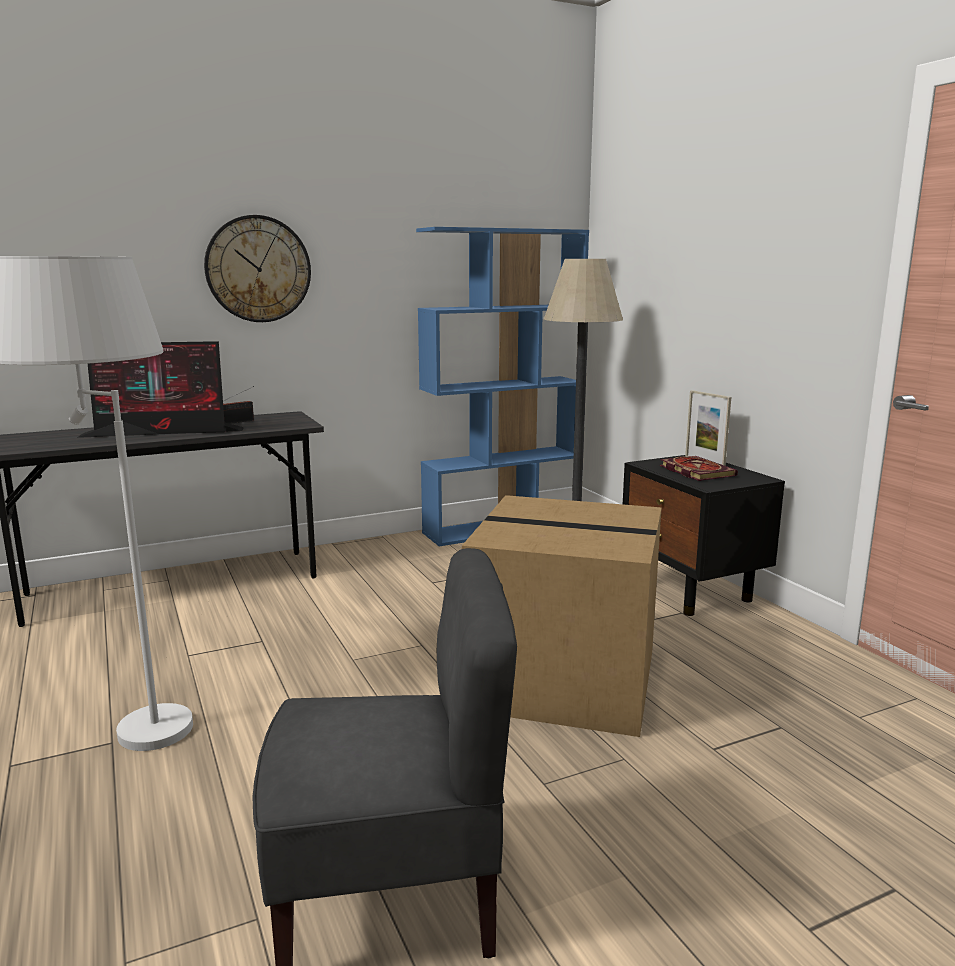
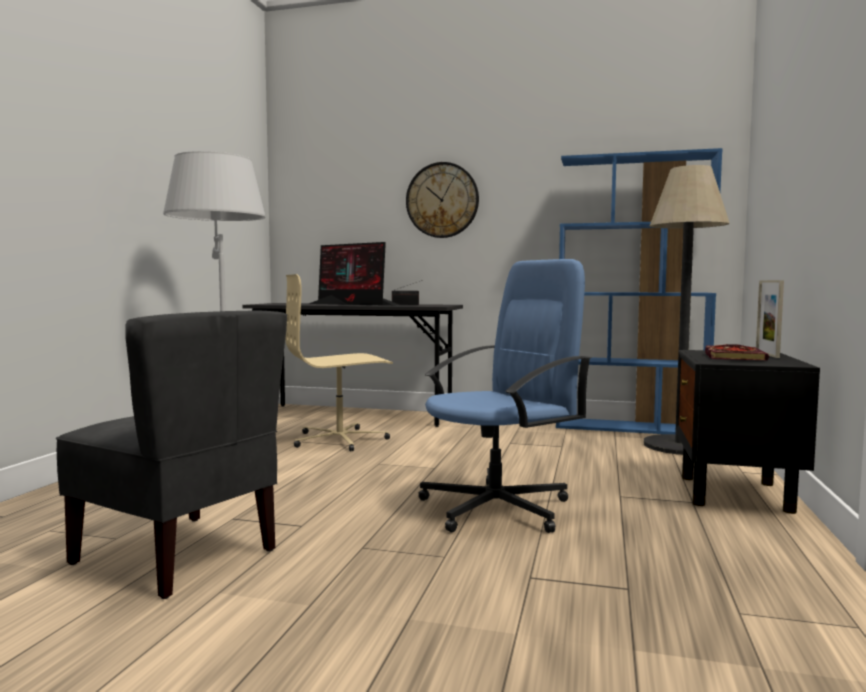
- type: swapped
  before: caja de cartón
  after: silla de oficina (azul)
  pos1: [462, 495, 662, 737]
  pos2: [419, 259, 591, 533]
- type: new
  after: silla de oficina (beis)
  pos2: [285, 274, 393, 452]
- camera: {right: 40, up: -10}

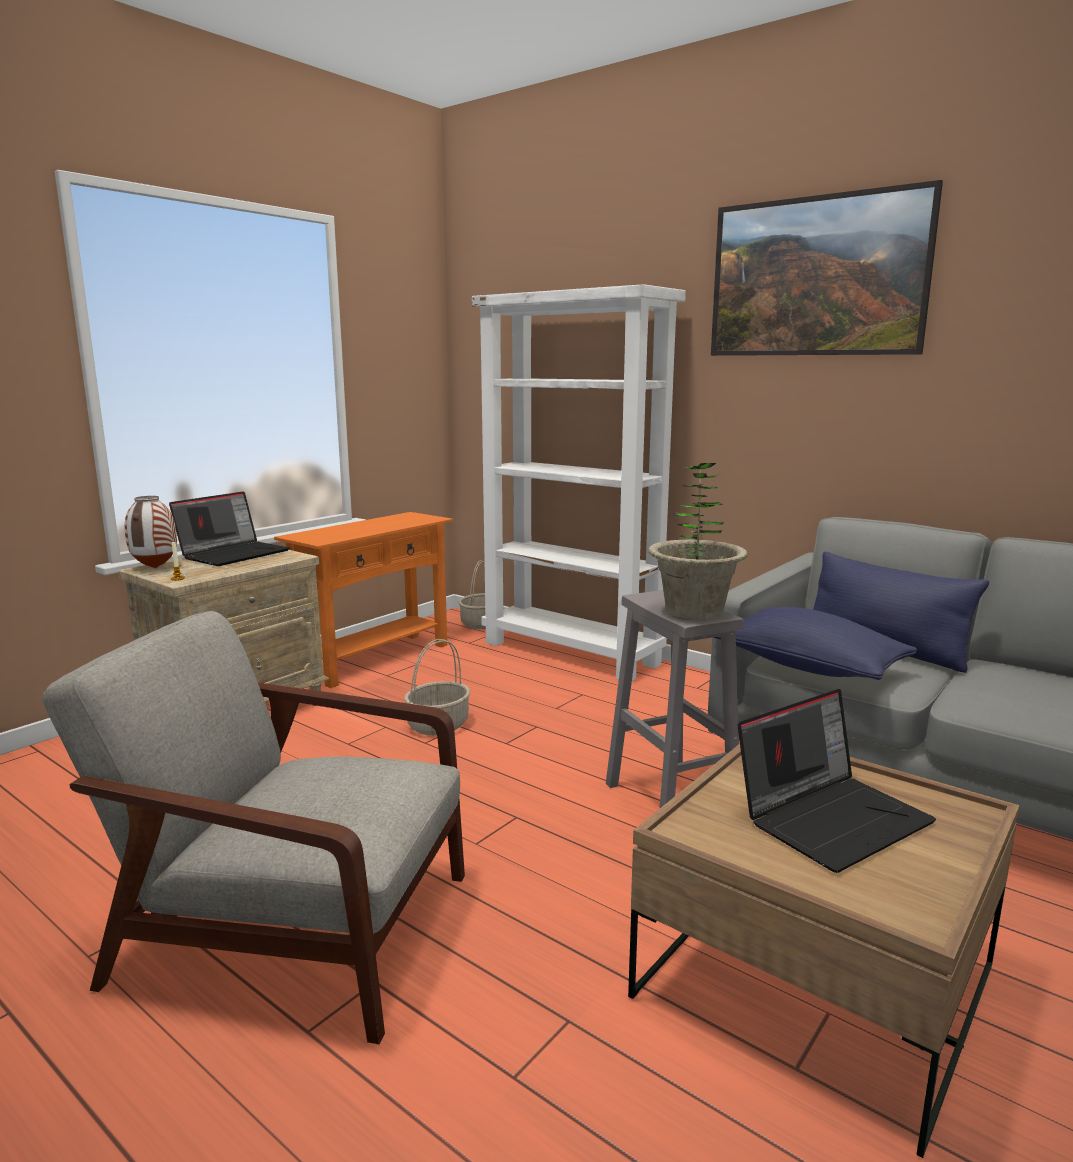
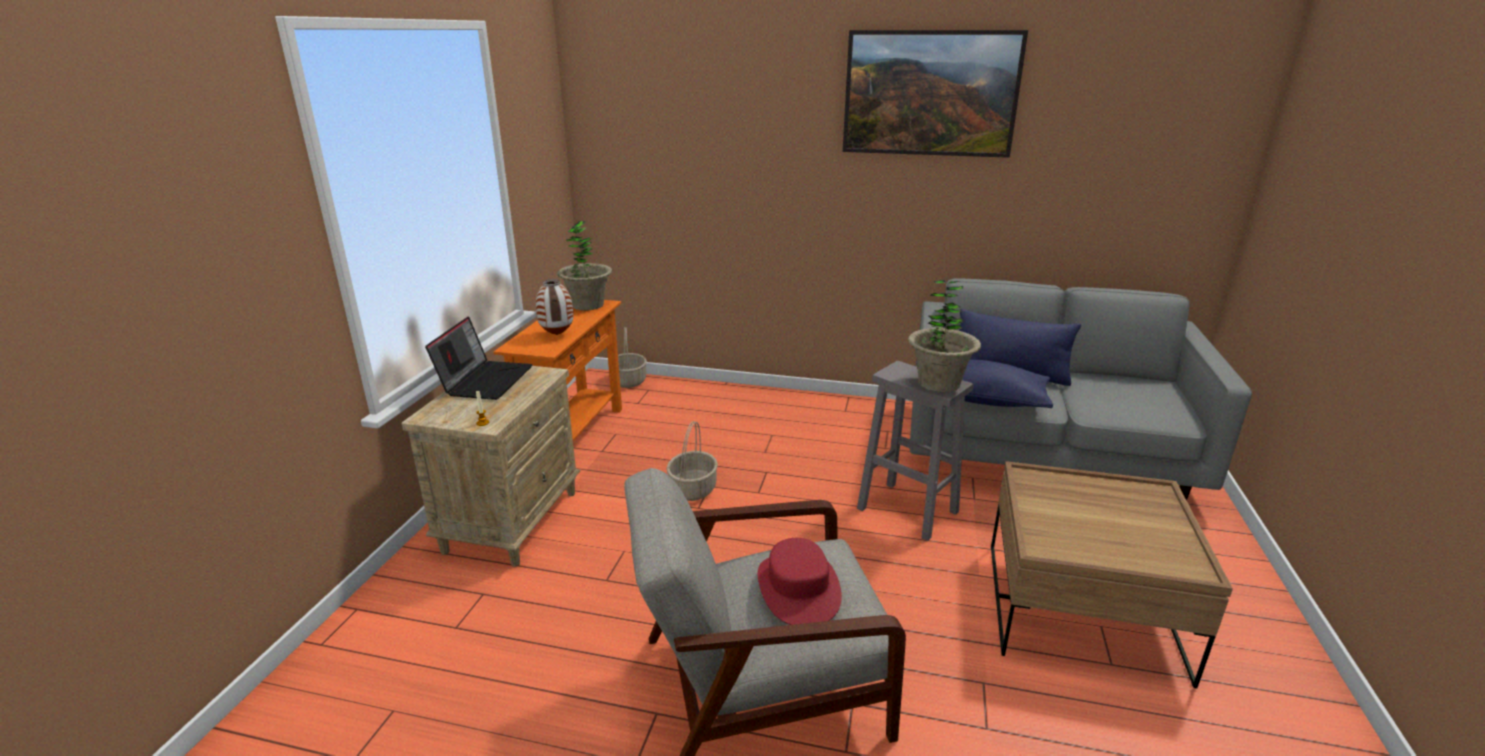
- type: gone
  before: estantería (blanco)
  pos1: [472, 284, 686, 681]
- type: shifted
  before: florero
  pos1: [125, 496, 177, 568]
  pos2: [535, 279, 573, 335]
- type: gone
  before: portátil
  pos1: [737, 689, 936, 873]
- type: new
  after: planta en maceta
  pos2: [557, 221, 612, 311]
- type: new
  after: sombrero (rojo)
  pos2: [758, 538, 842, 625]
- camera: {right: -25, up: 10}

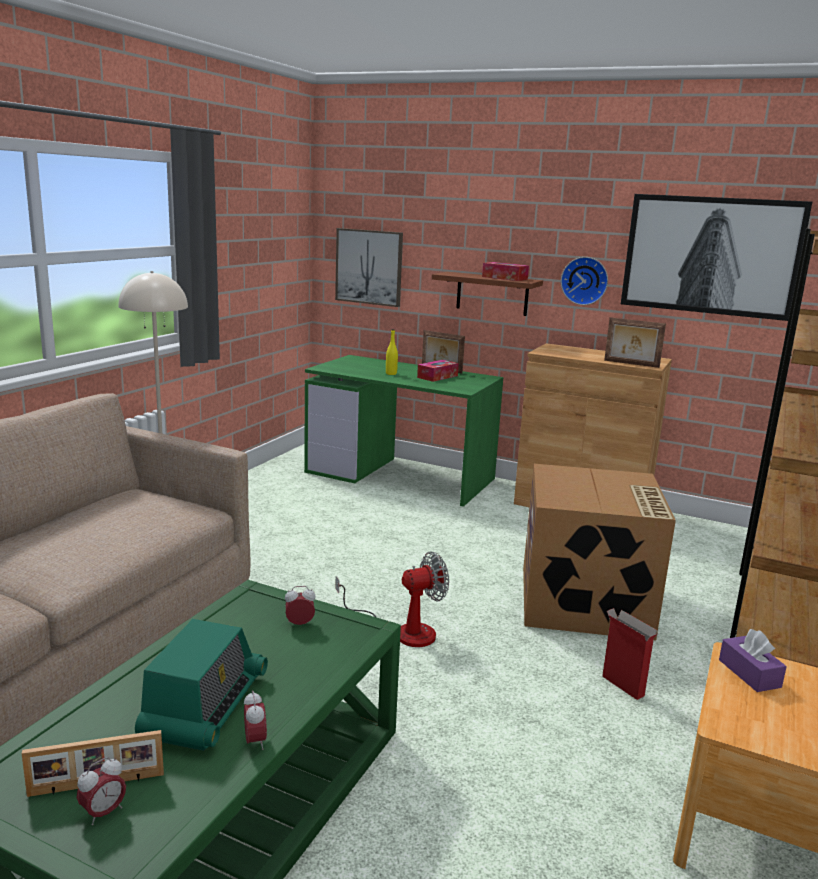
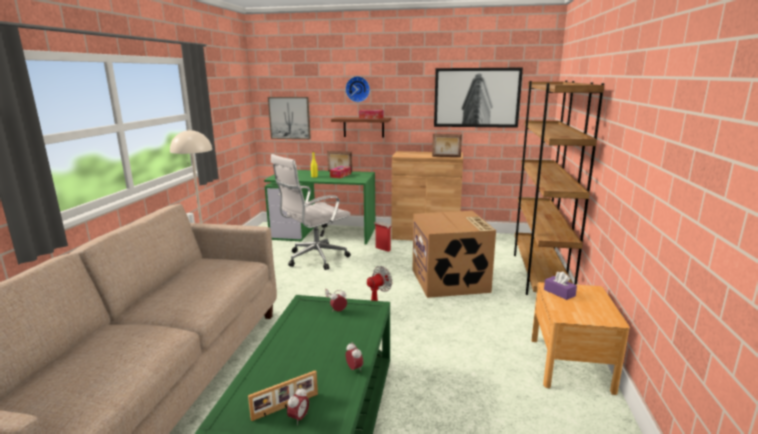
- type: shifted
  before: reloj de pared
  pos1: [561, 257, 608, 305]
  pos2: [345, 76, 370, 102]
- type: shifted
  before: caja de cartón
  pos1: [602, 608, 658, 700]
  pos2: [374, 222, 391, 252]
- type: gone
  before: radio
  pos1: [135, 619, 268, 751]
- type: new
  after: silla de oficina (blanco)
  pos2: [271, 154, 351, 270]
- camera: {right: -15, up: 0}

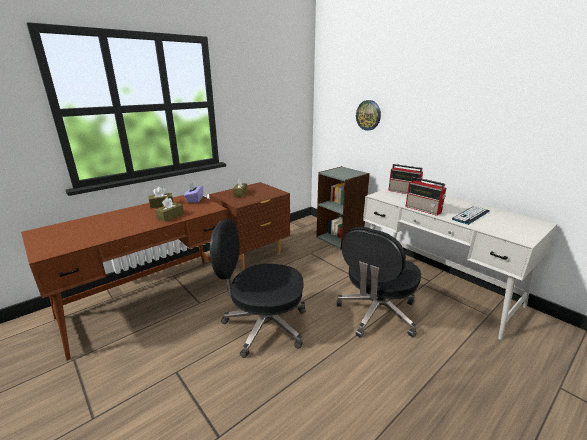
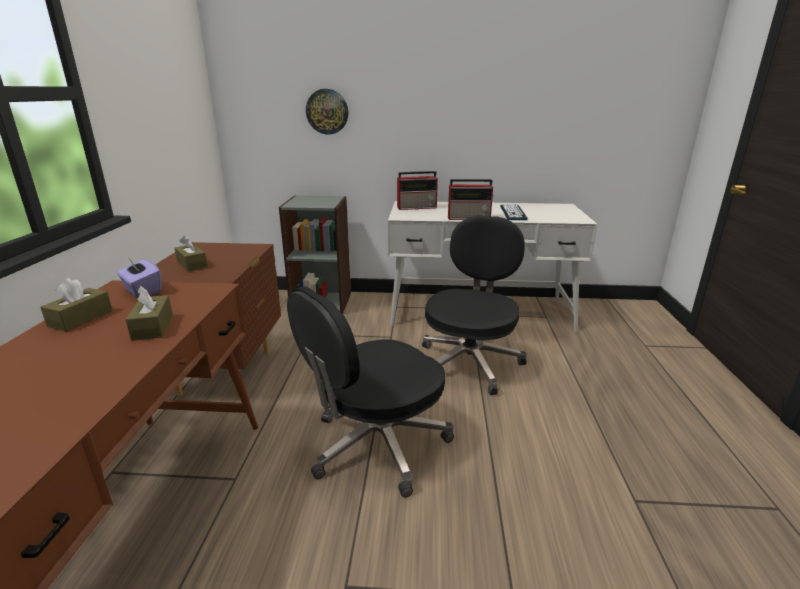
- type: rotated
  before: silla de oficina (negro)
  pos1: [336, 227, 421, 338]
  pos2: [422, 215, 527, 395]
  turn: -150
- camera: {right: -45, up: 0}

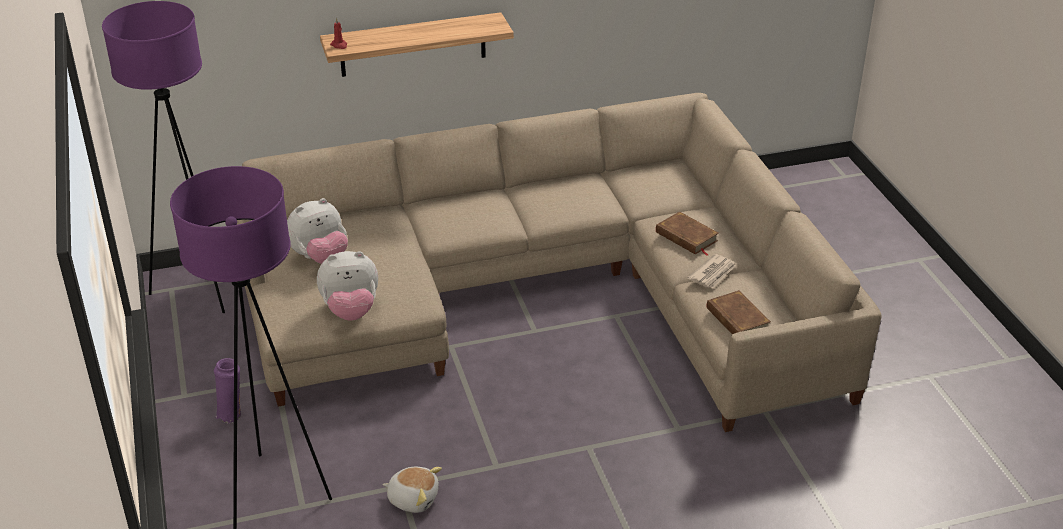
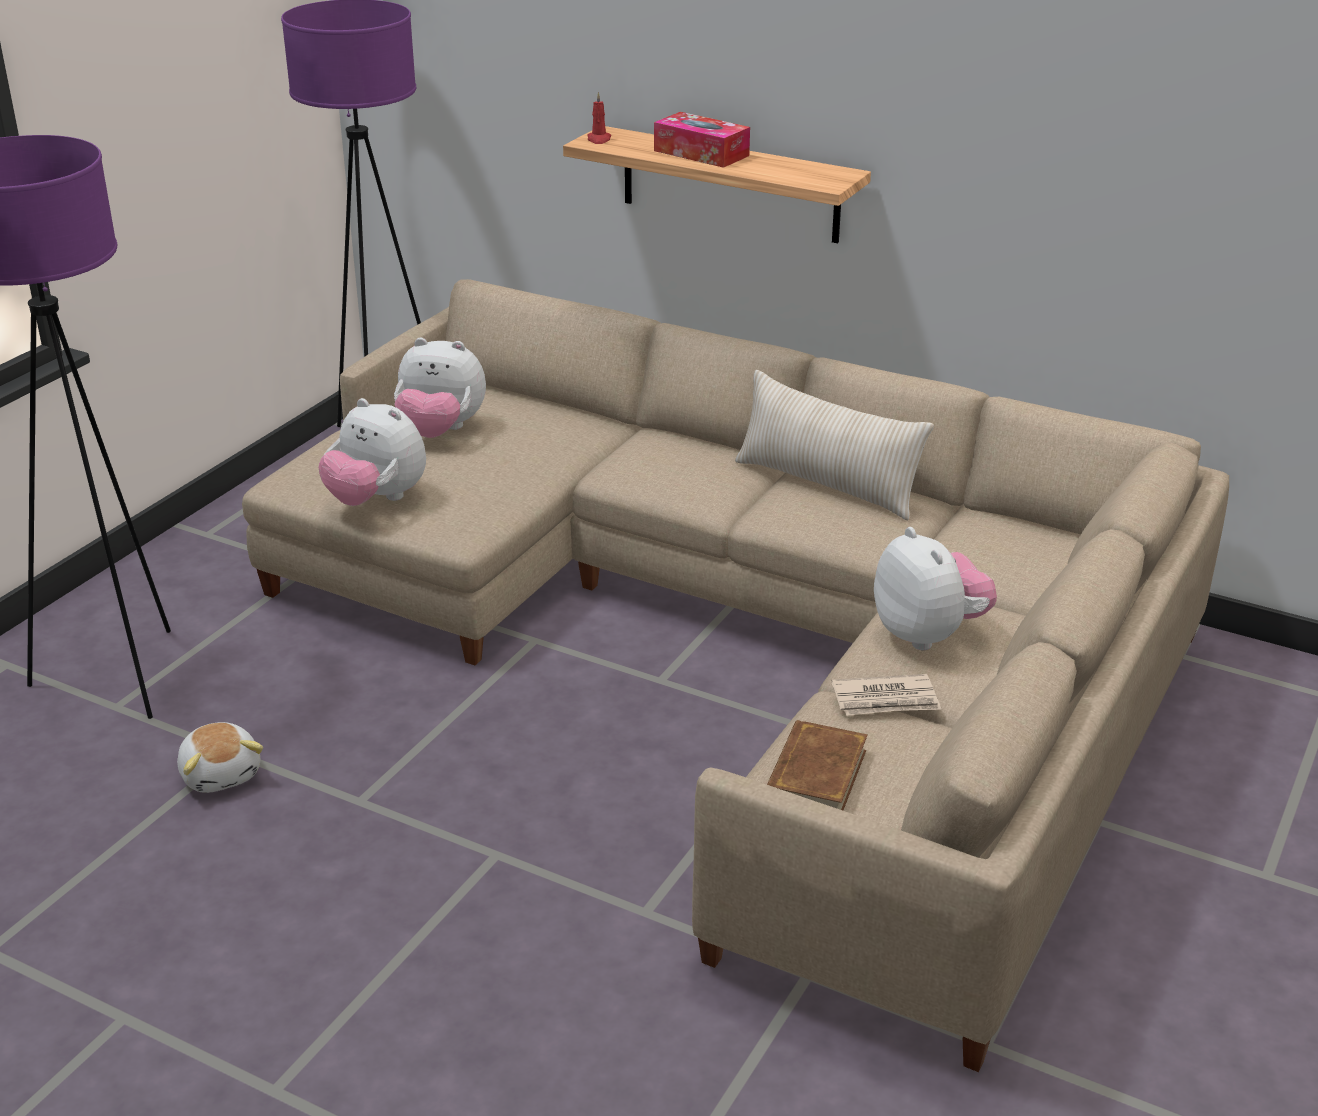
- type: swapped
  before: libro (marrón)
  after: peluche
  pos1: [656, 211, 719, 256]
  pos2: [874, 527, 997, 650]
- type: gone
  before: florero (morado)
  pos1: [214, 358, 241, 423]
- type: new
  after: caja de pañuelos
  pos2: [654, 112, 750, 168]
- type: new
  after: cojín (beis)
  pos2: [735, 370, 934, 521]
- camera: {right: 45, up: -5}

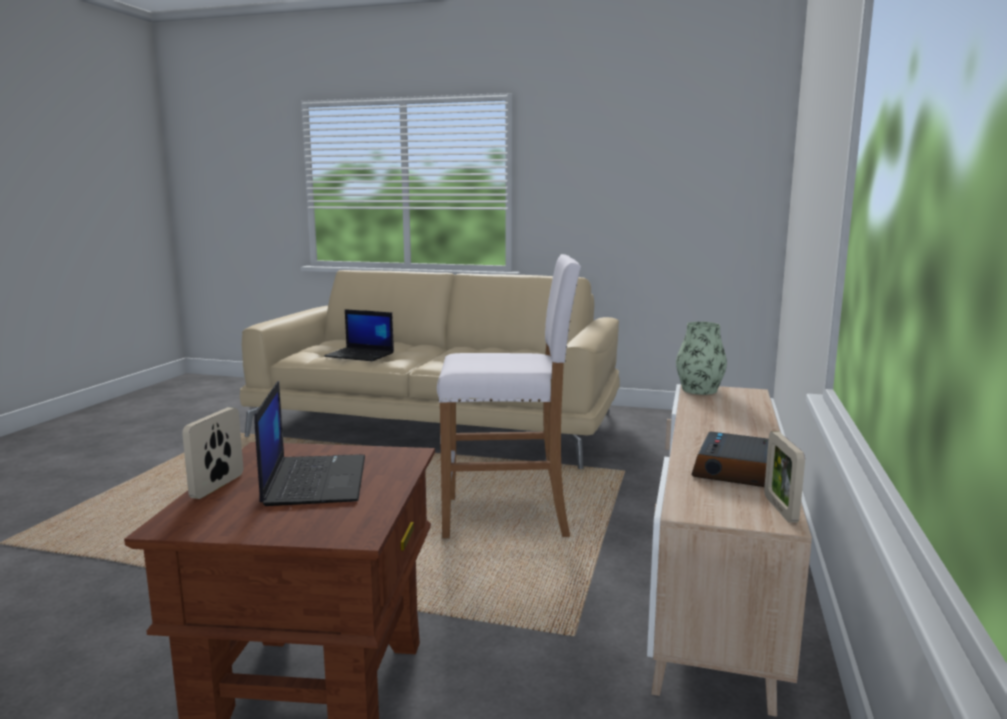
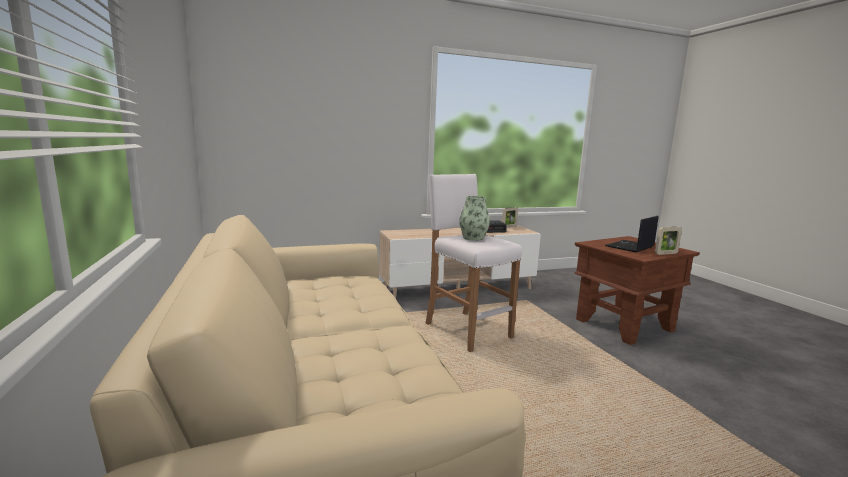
- type: gone
  before: portátil
  pos1: [324, 309, 394, 361]
- type: shifted
  before: florero
  pos1: [676, 322, 727, 395]
  pos2: [459, 196, 490, 241]
- camera: {right: -125, up: 0}

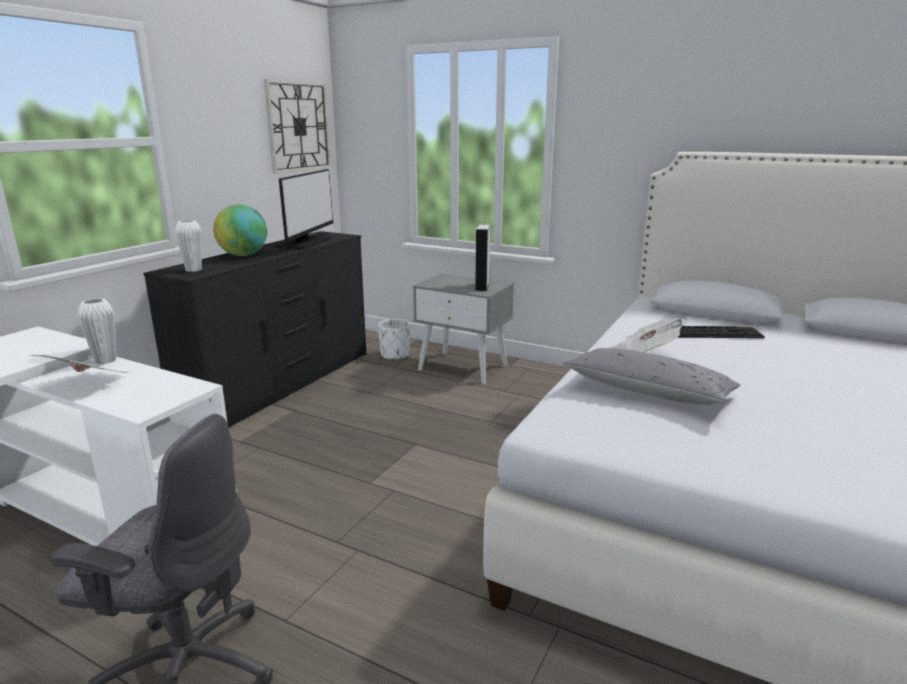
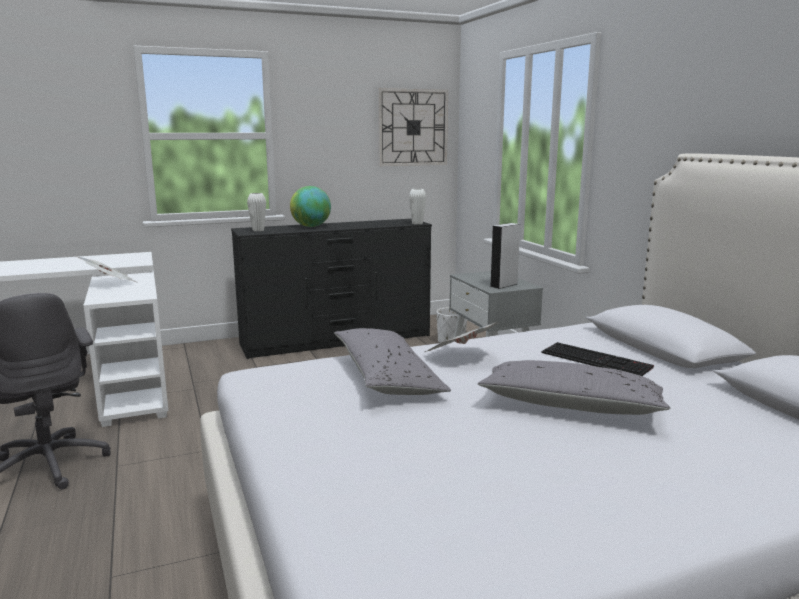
- type: gone
  before: monitor
  pos1: [275, 169, 333, 249]
- type: shifted
  before: florero (blanco)
  pos1: [78, 298, 116, 364]
  pos2: [409, 189, 426, 225]
- type: new
  after: cojín (gris)
  pos2: [478, 360, 670, 415]
- camera: {right: 40, up: -5}

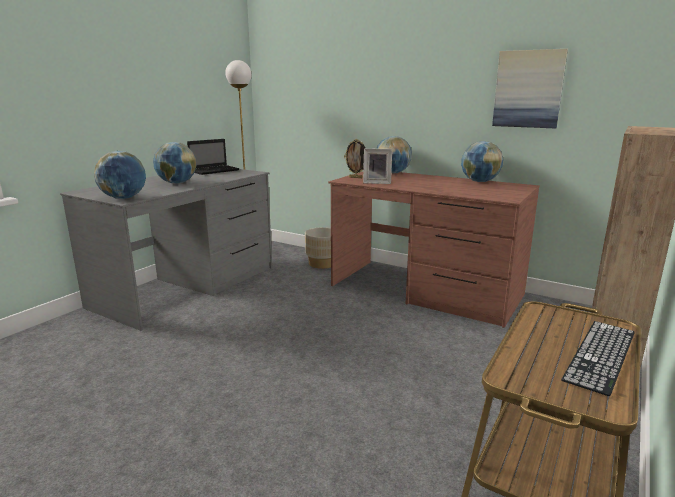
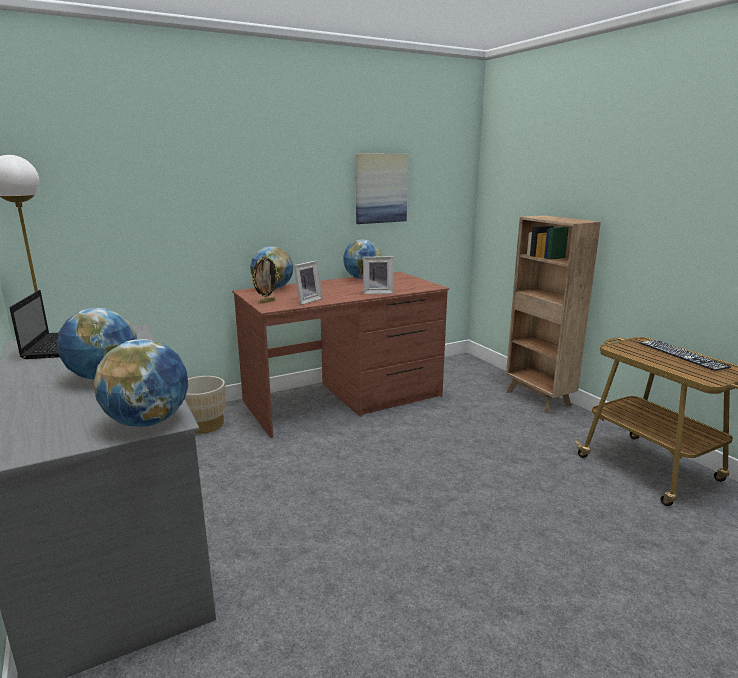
- type: new
  after: portarretratos
  pos2: [363, 256, 393, 294]
- camera: {right: -60, up: 0}

